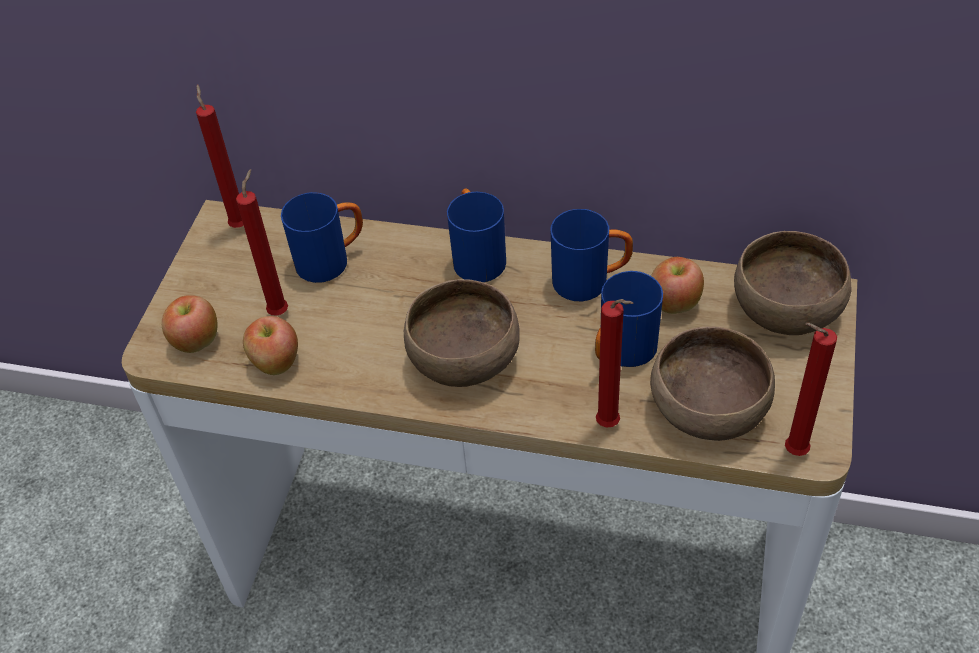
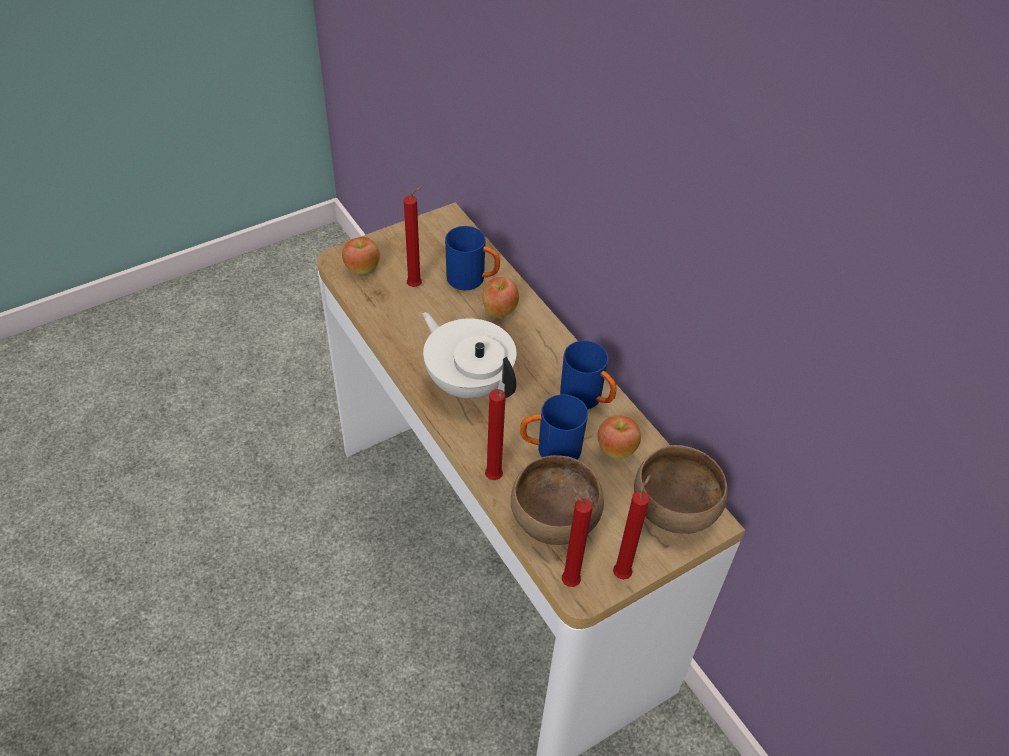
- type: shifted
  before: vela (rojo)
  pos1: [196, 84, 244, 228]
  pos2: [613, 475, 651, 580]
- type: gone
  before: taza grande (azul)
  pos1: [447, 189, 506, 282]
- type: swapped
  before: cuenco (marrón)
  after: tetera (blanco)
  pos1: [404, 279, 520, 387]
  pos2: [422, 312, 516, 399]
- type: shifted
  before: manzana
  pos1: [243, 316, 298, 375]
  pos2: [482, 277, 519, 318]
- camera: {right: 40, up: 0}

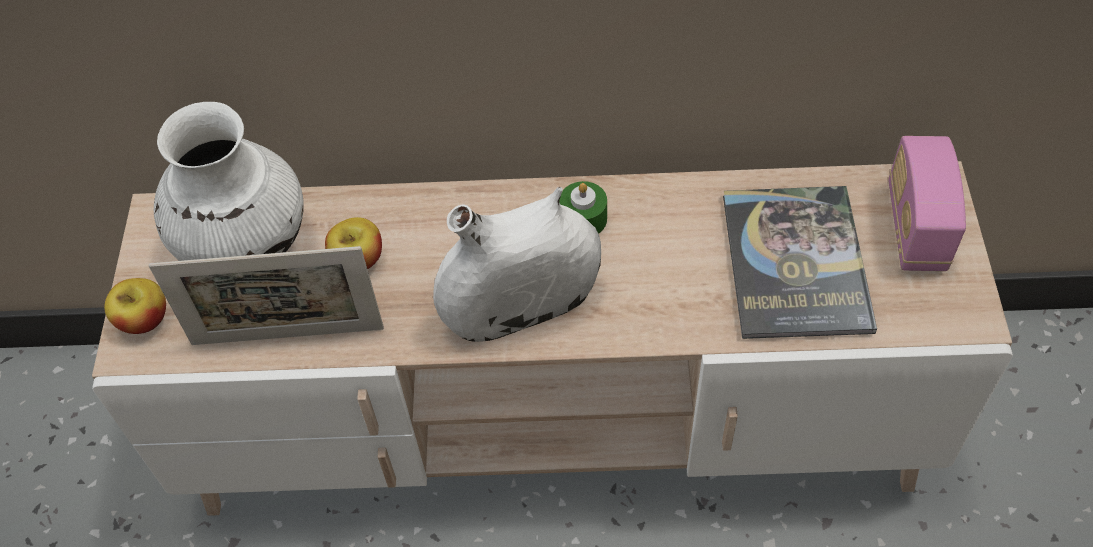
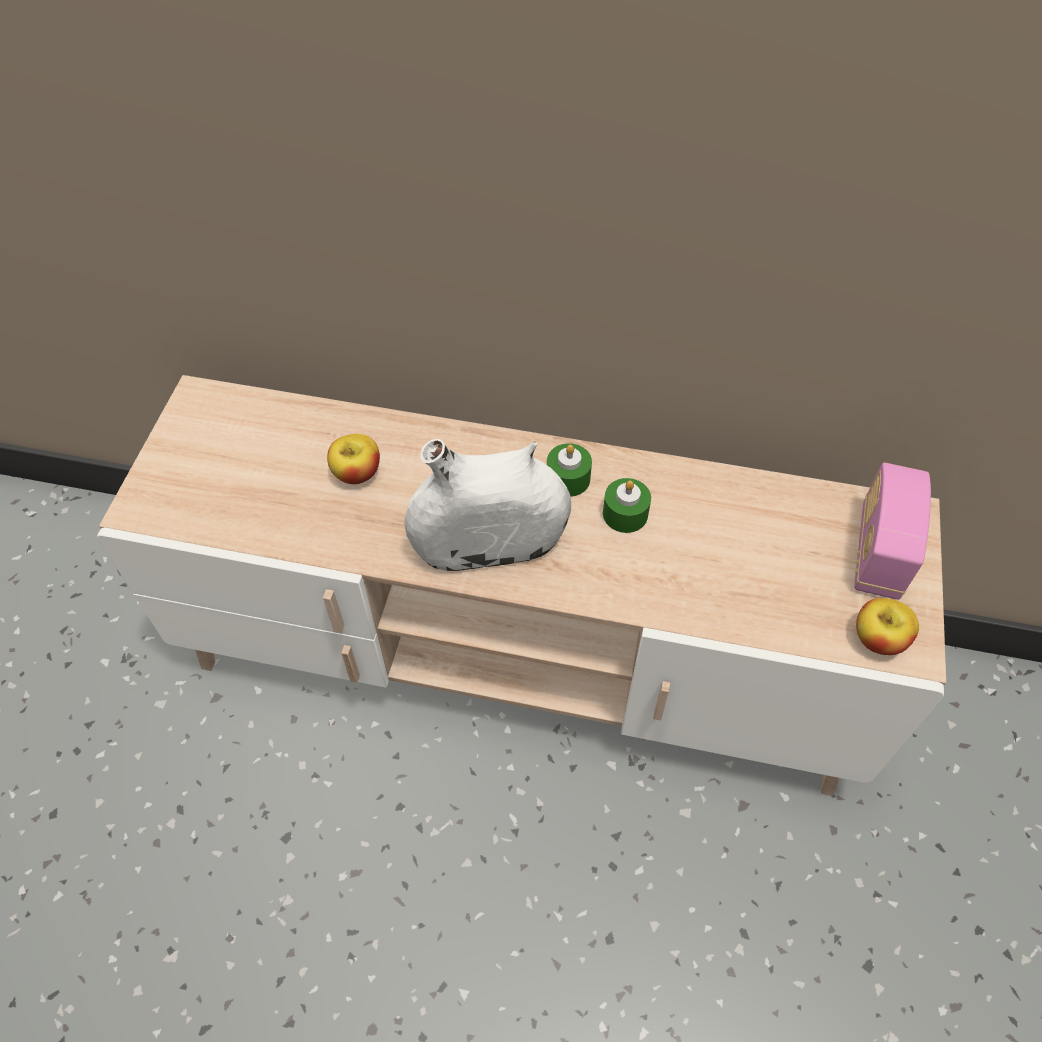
- type: gone
  before: florero (blanco)
  pos1: [154, 102, 304, 261]
- type: gone
  before: libro
  pos1: [723, 186, 877, 339]
- type: gone
  before: portarretratos
  pos1: [149, 246, 384, 345]
- type: shifted
  before: manzana
  pos1: [104, 278, 166, 334]
  pos2: [856, 598, 919, 655]
- type: new
  after: vela (verde)
  pos2: [603, 478, 651, 533]
- camera: {right: 10, up: 0}

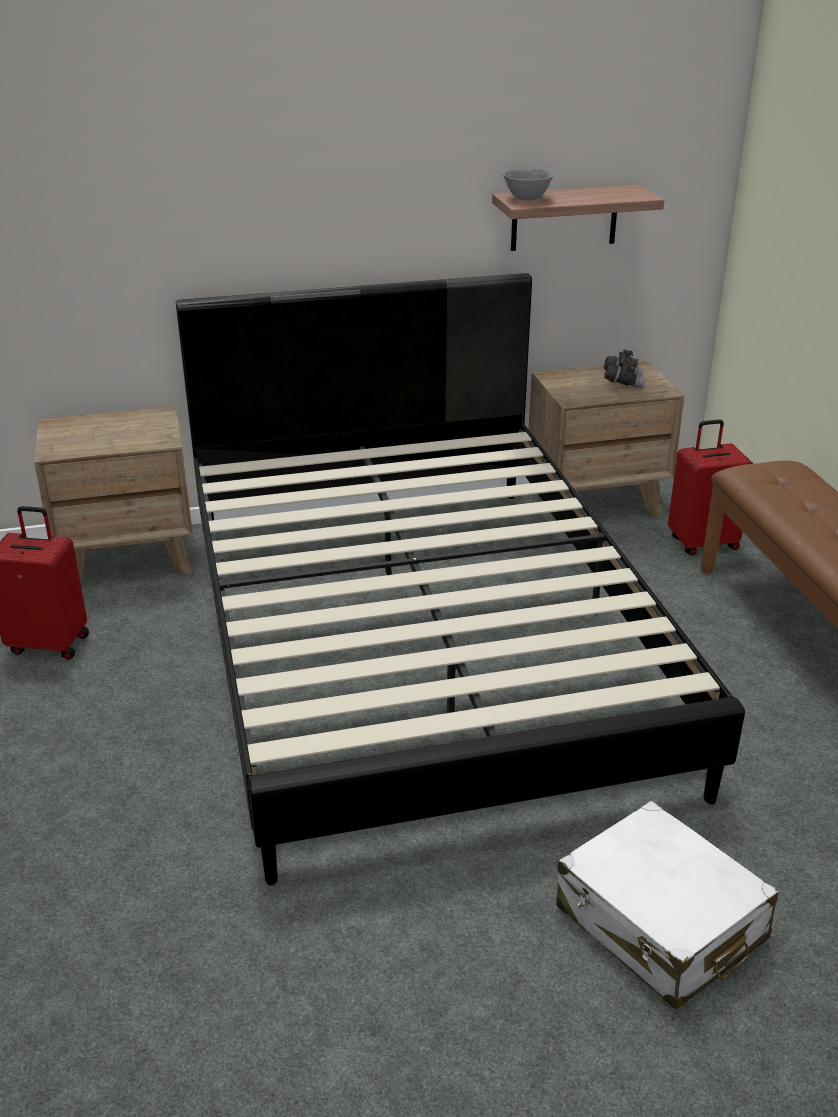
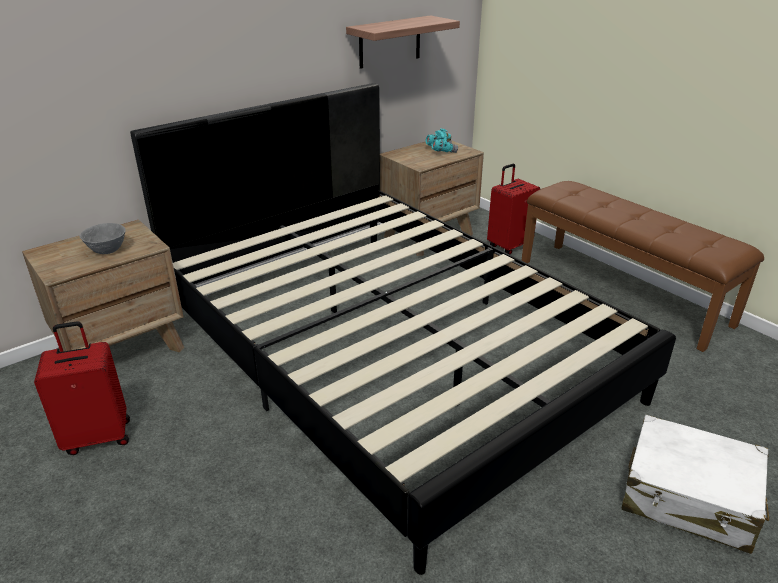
- type: shifted
  before: cuenco (gris)
  pos1: [503, 168, 553, 200]
  pos2: [79, 223, 126, 254]
- type: repainted
  before: prismáticos (gris)
  after: prismáticos (turquesa)
  pos1: [604, 350, 645, 389]
  pos2: [426, 129, 458, 153]
- camera: {right: -25, up: 0}

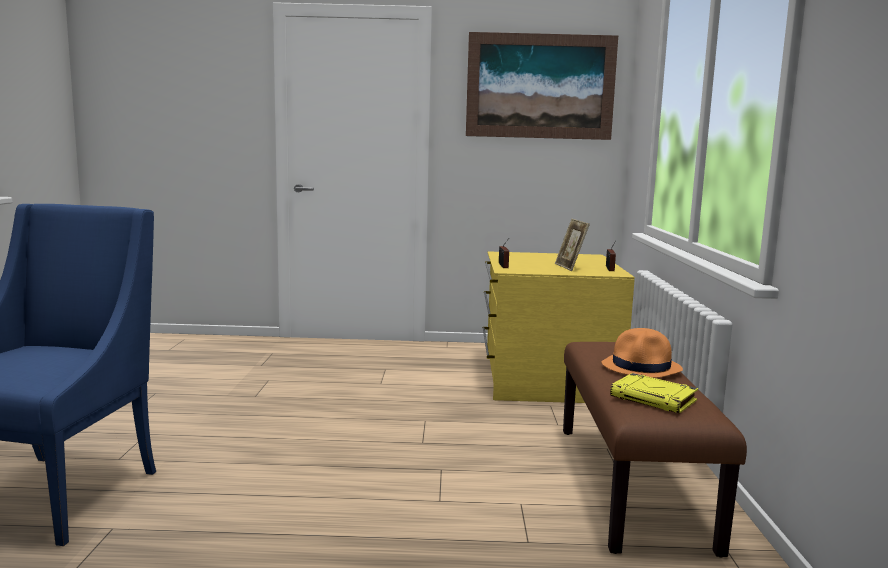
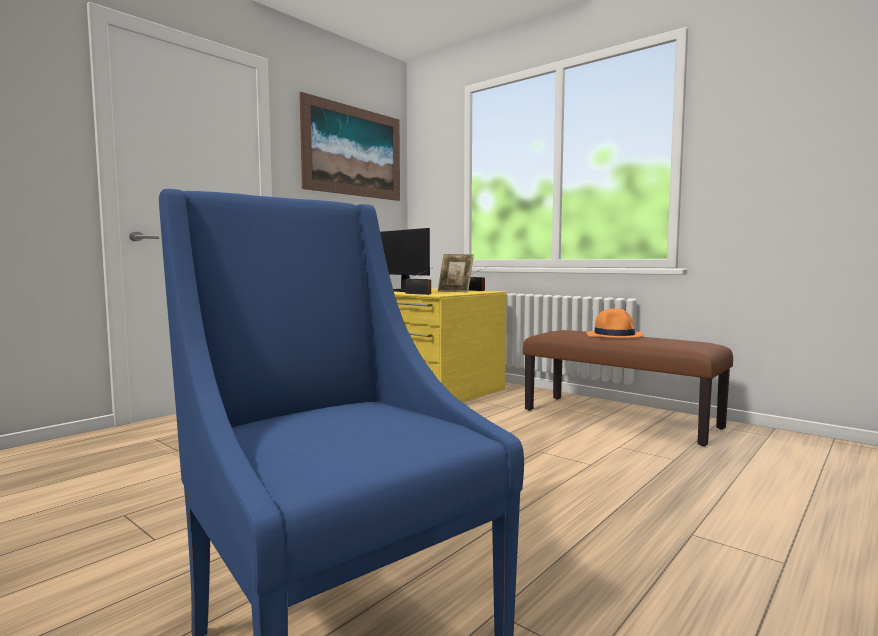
- type: gone
  before: libro (amarillo)
  pos1: [610, 373, 698, 413]
- type: new
  after: monitor
  pos2: [380, 228, 430, 292]
- camera: {right: -50, up: -5}

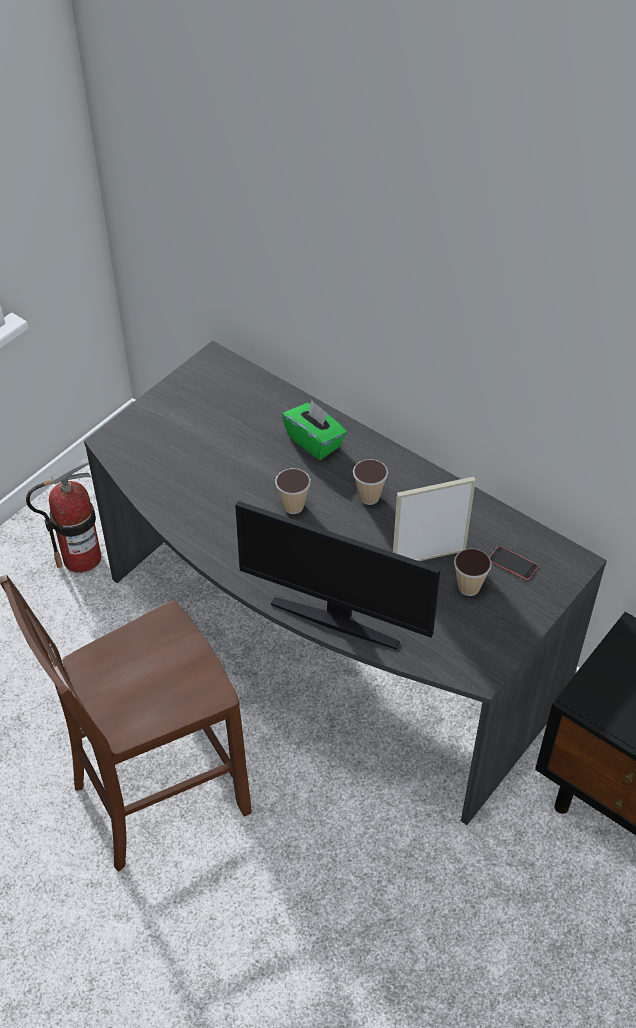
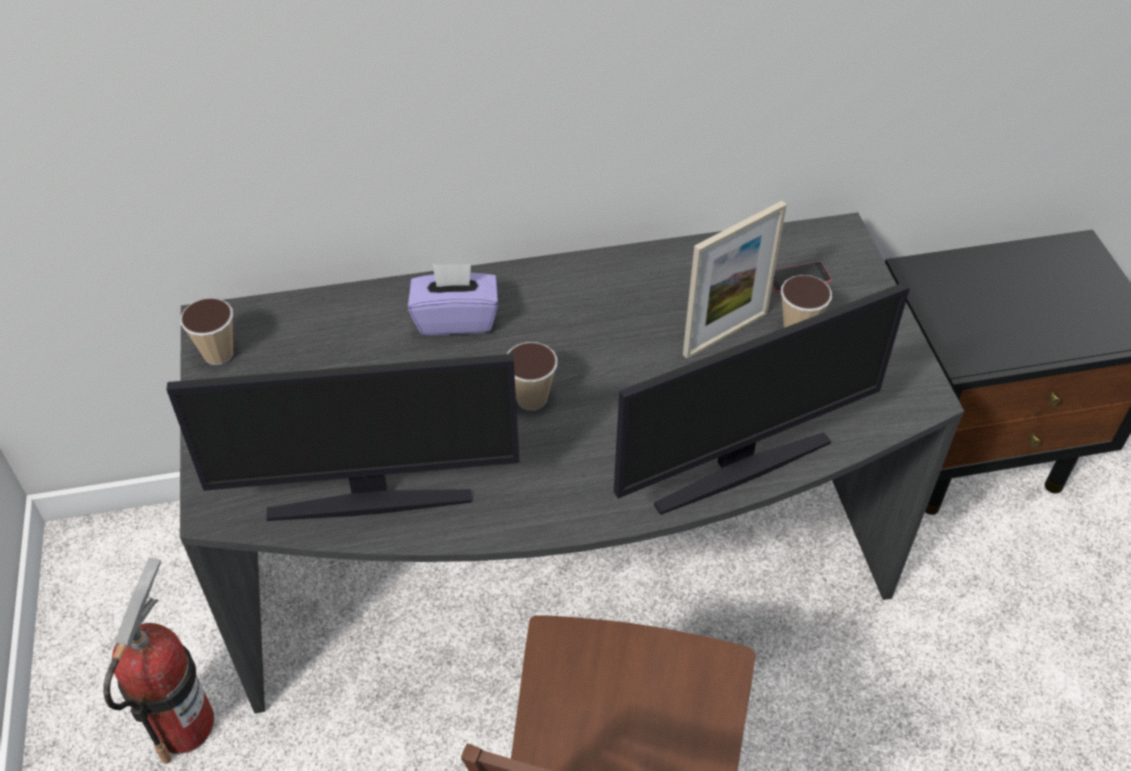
- type: repainted
  before: caja de pañuelos (verde)
  after: caja de pañuelos (morado)
  pos1: [282, 400, 347, 460]
  pos2: [408, 264, 498, 335]
- type: shifted
  before: taza
  pos1: [353, 459, 388, 505]
  pos2: [180, 298, 233, 365]
- type: rotated
  before: portarretratos
  pos1: [393, 477, 476, 561]
  pos2: [683, 201, 787, 359]
  turn: -150
- type: new
  after: monitor
  pos2: [166, 354, 519, 521]
- camera: {right: -50, up: 0}

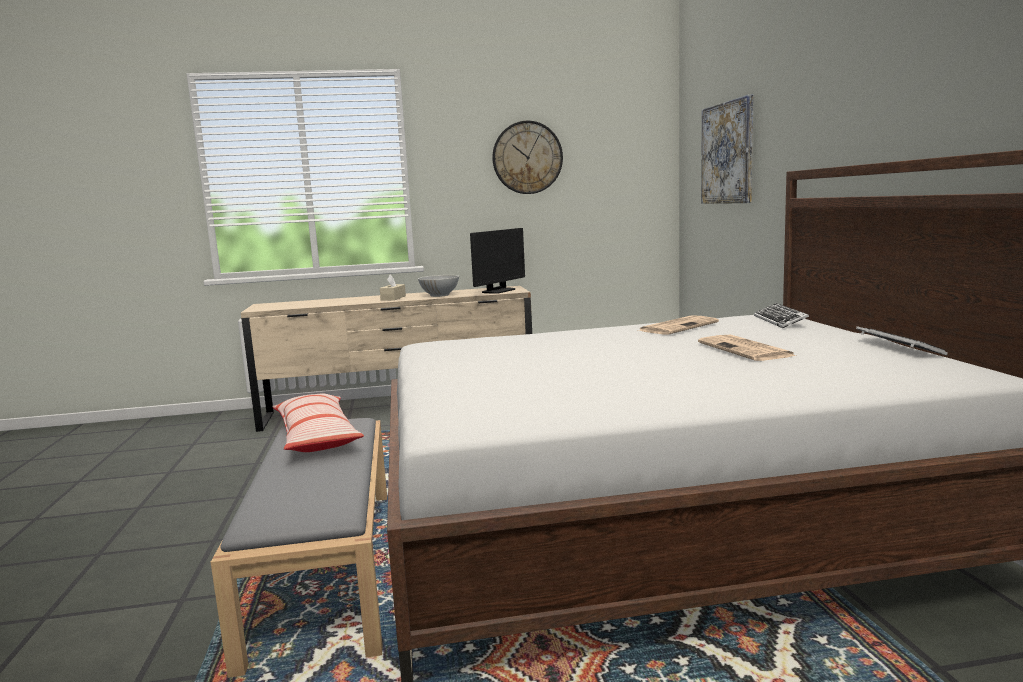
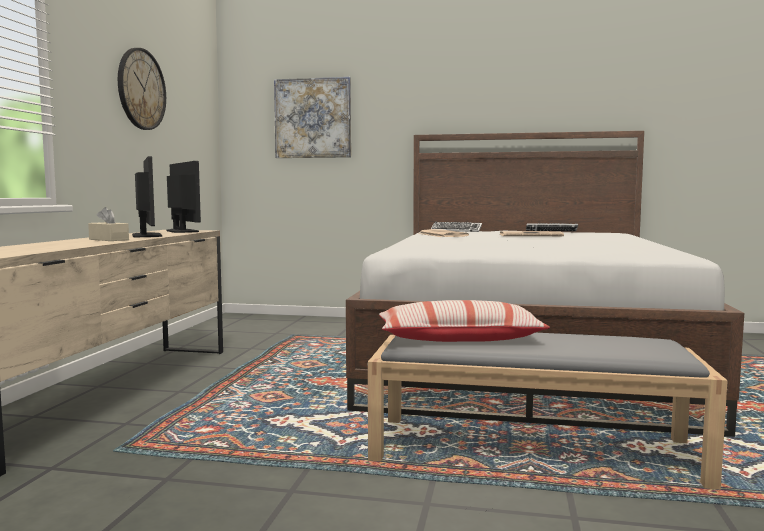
- type: swapped
  before: cuenco (blanco)
  after: monitor
  pos1: [418, 275, 459, 297]
  pos2: [132, 156, 162, 237]
- camera: {right: -70, up: -5}

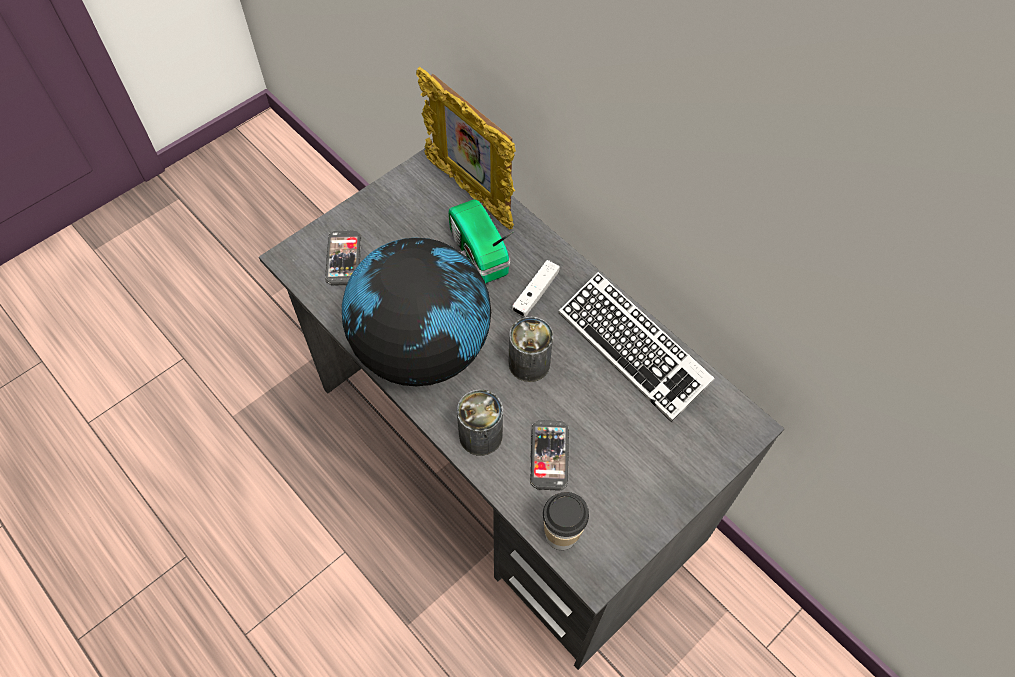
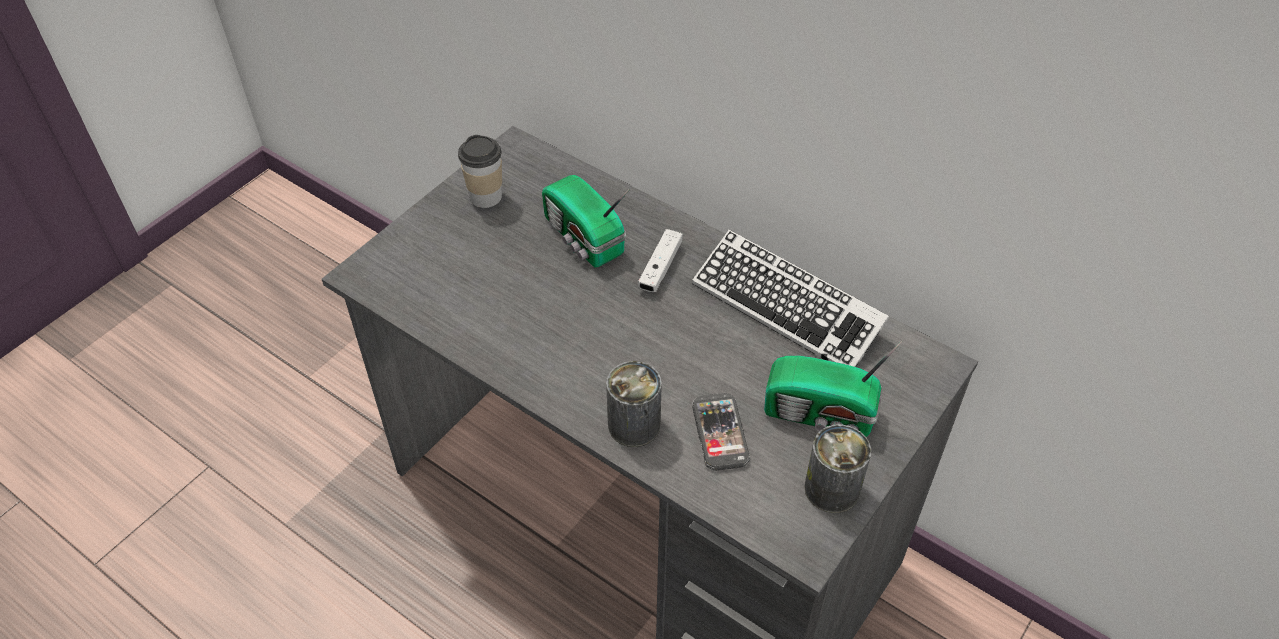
- type: gone
  before: portarretratos
  pos1: [416, 67, 516, 230]
- type: gone
  before: móvil
  pos1: [325, 230, 361, 286]
- type: gone
  before: globo terráqueo
  pos1: [342, 238, 491, 386]
- type: shifted
  before: lata
  pos1: [509, 317, 553, 382]
  pos2: [804, 424, 871, 513]
- type: shifted
  before: taza
  pos1: [543, 492, 589, 550]
  pos2: [458, 135, 502, 208]
- type: new
  after: radio
  pos2: [764, 341, 903, 437]
- camera: {right: -10, up: -10}

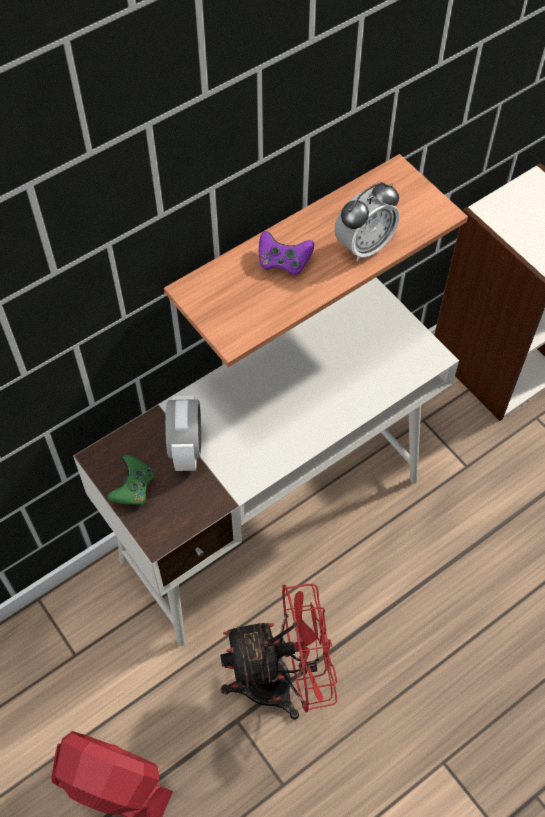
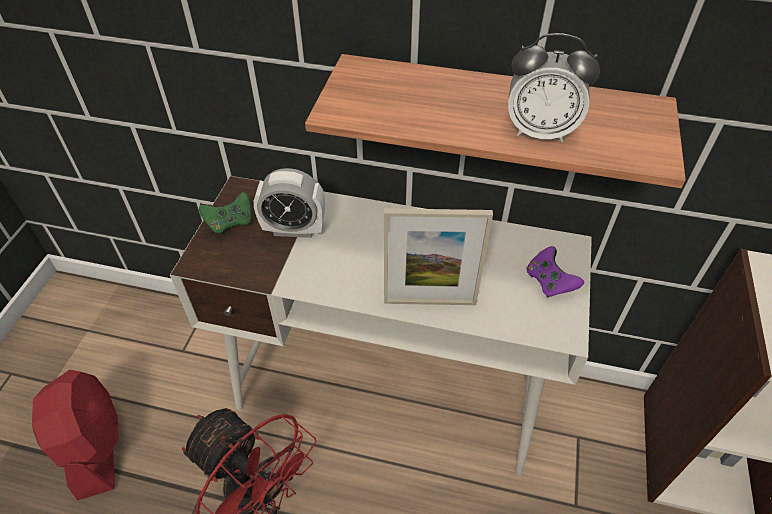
- type: shifted
  before: mando de consola (morado)
  pos1: [259, 231, 314, 276]
  pos2: [526, 246, 584, 298]
- type: rotated
  before: despertador
  pos1: [165, 396, 201, 471]
  pos2: [254, 168, 325, 238]
  turn: 45
- type: new
  after: portarretratos
  pos2: [384, 208, 493, 305]
- camera: {right: 50, up: -10}

